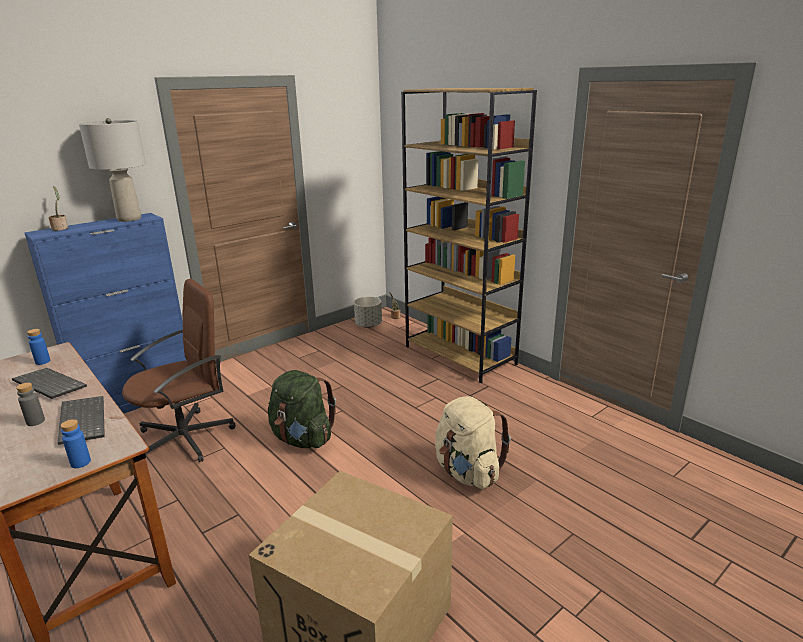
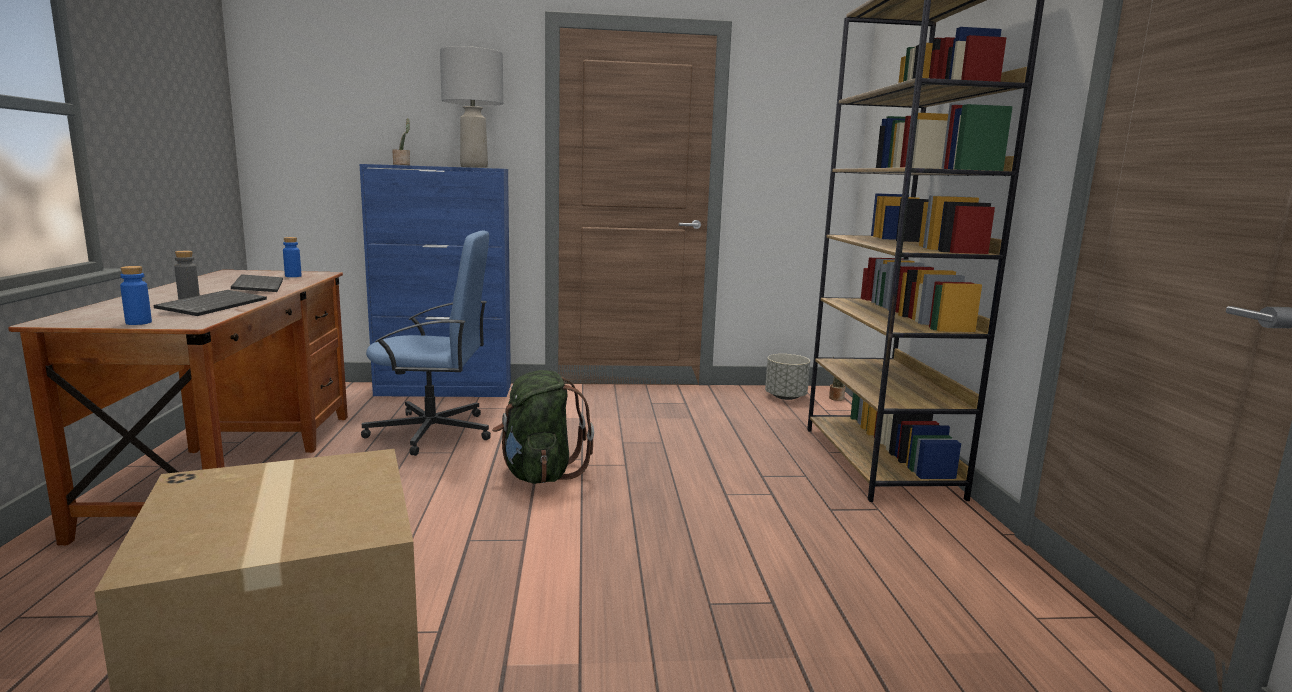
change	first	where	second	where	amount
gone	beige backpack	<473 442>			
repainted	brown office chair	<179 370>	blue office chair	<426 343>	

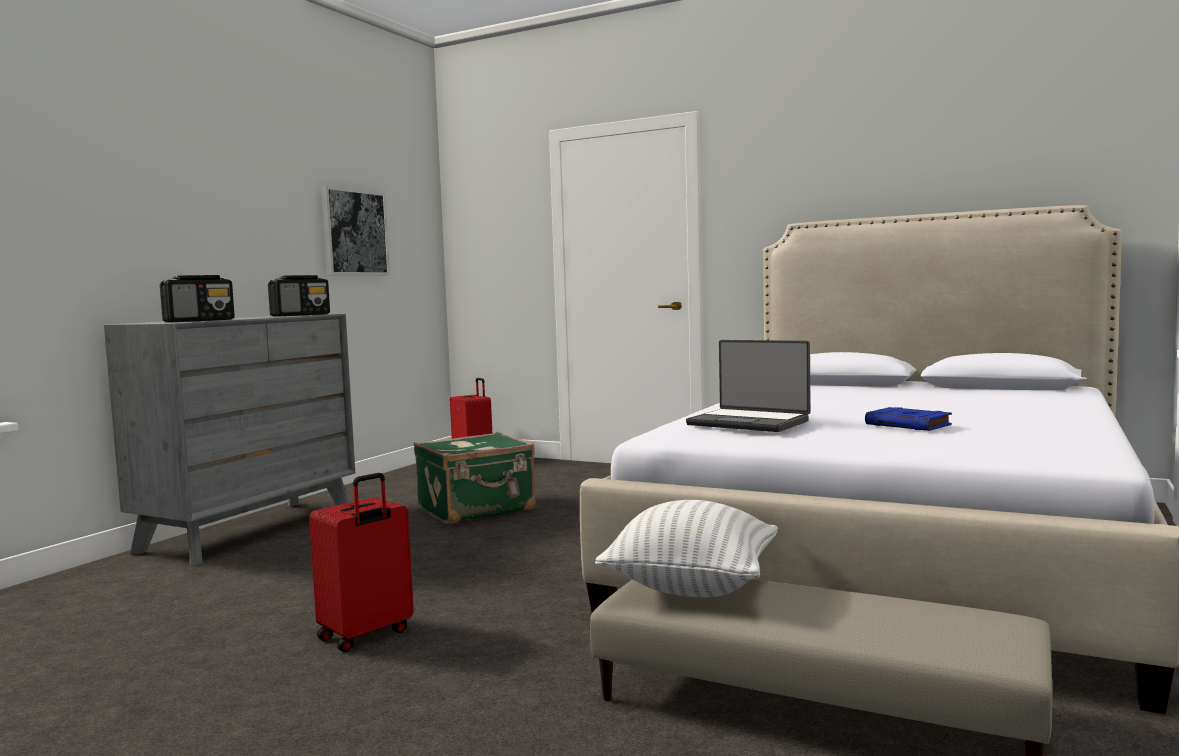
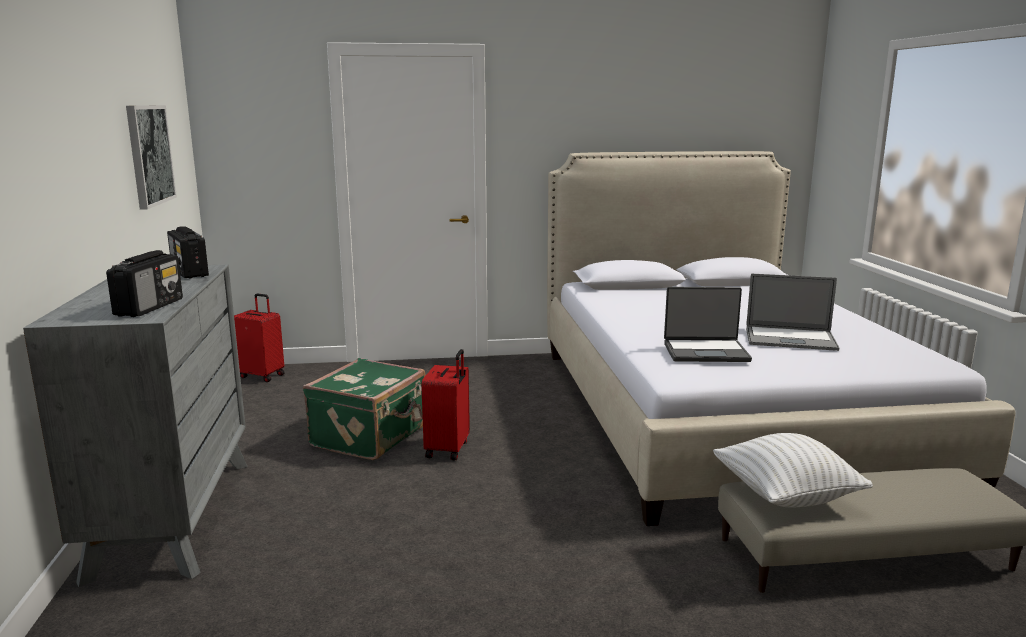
change	first	where	second	where	amount
shifted	red suitcase	<361 562>		<445 404>	
swapped	blue book	<908 419>	laptop	<792 312>	
rotated	radio	<299 295>		<188 252>	135 degrees clockwise

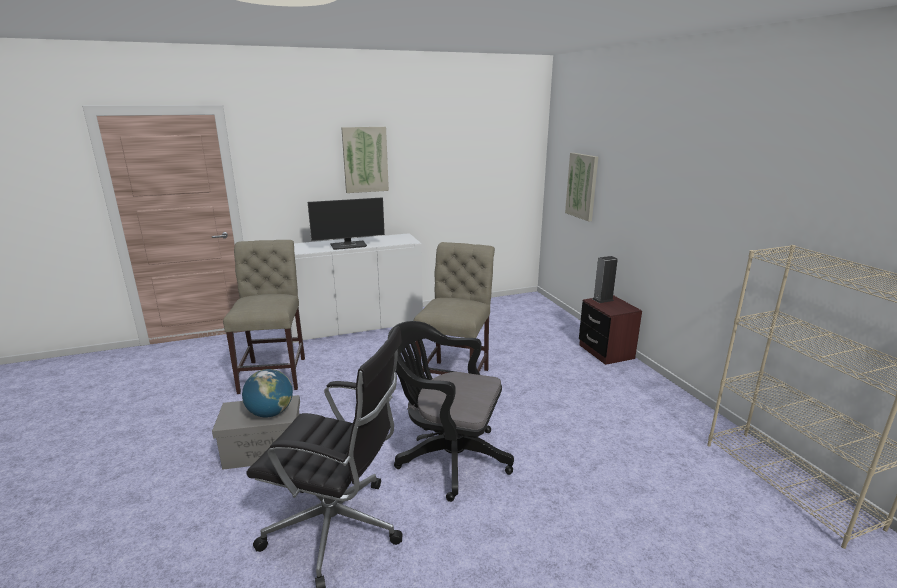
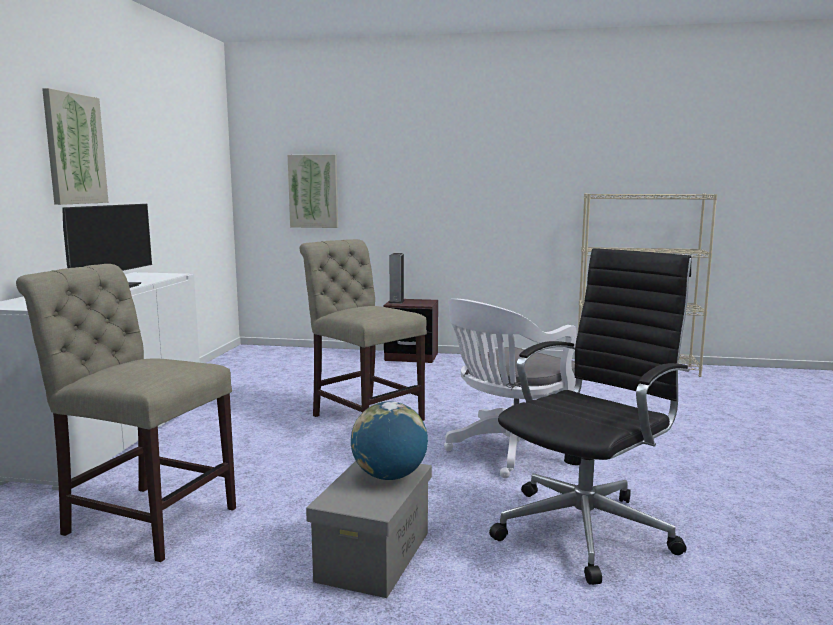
change	first	where	second	where	amount
repainted	black office chair	<451 411>	white office chair	<511 388>	

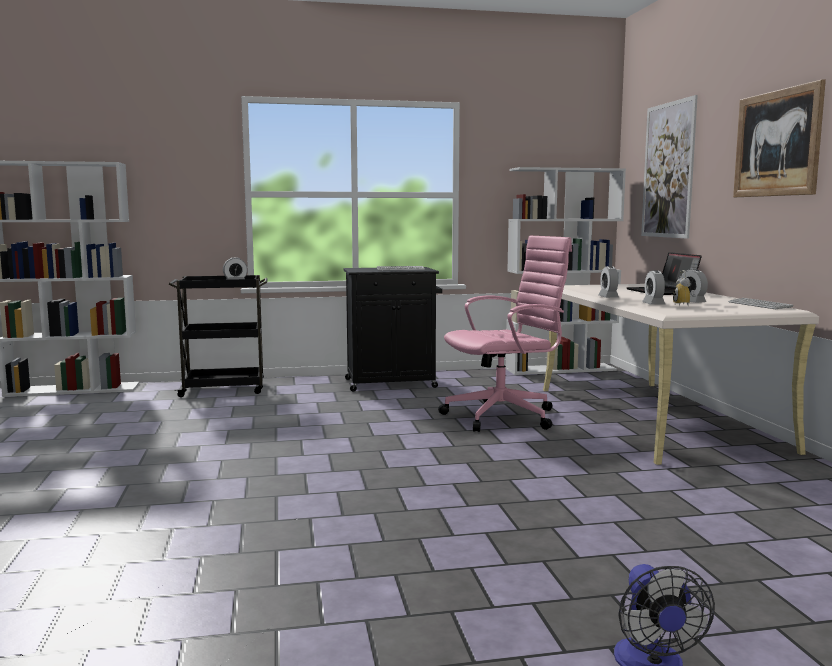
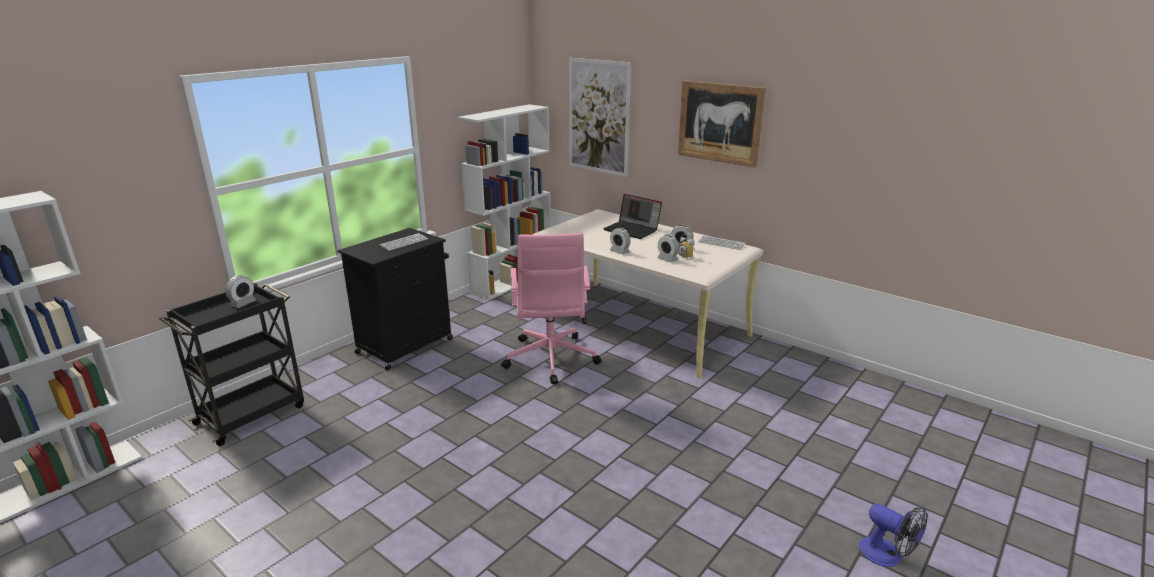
change	first	where	second	where	amount
rotated	pink office chair	<505 334>		<551 308>	150 degrees clockwise

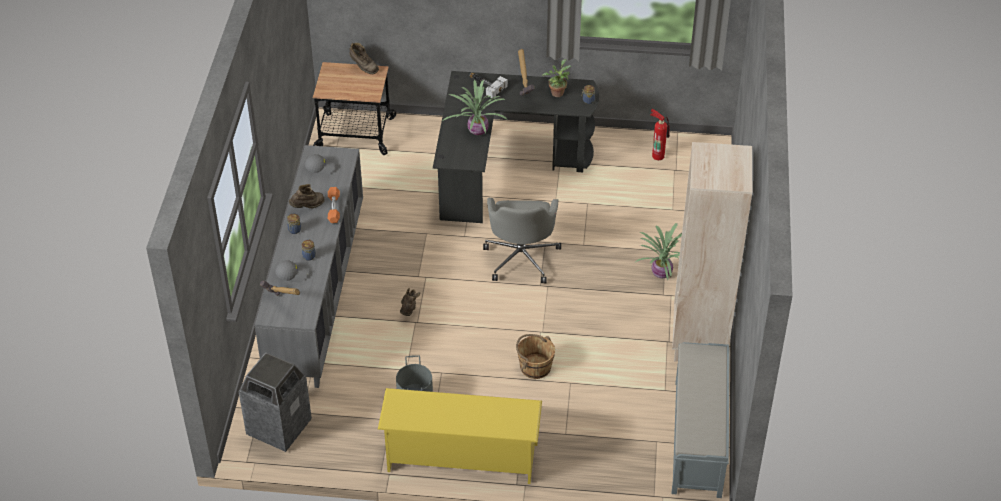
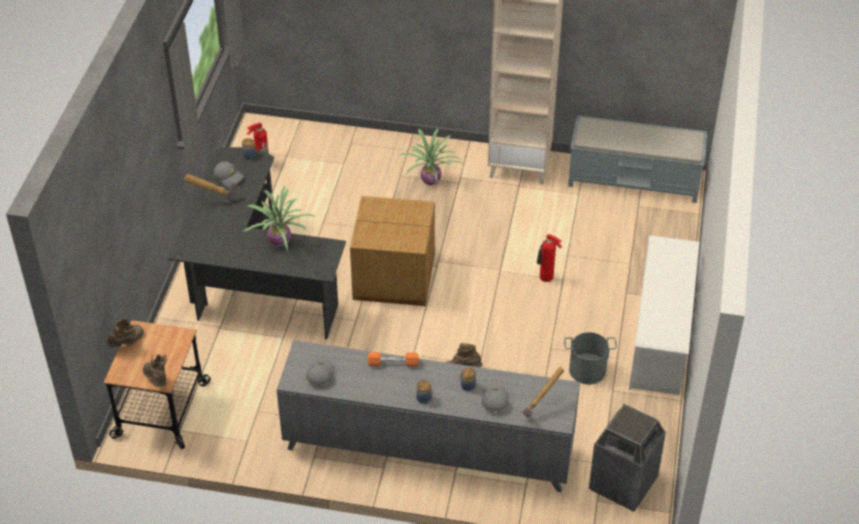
change	first	where	second	where	amount
gone	hammer	<489 85>			
shifted	brown boot	<307 196>		<155 370>	
swapped	grey office chair	<522 240>	cardboard box	<392 251>	
swapped	brown bucket	<535 356>	fire extinguisher	<549 258>	
swapped	potted plant	<556 78>	grey cap	<228 174>	
repainted	yellow shoe rack	<460 436>	white shoe rack	<664 315>	

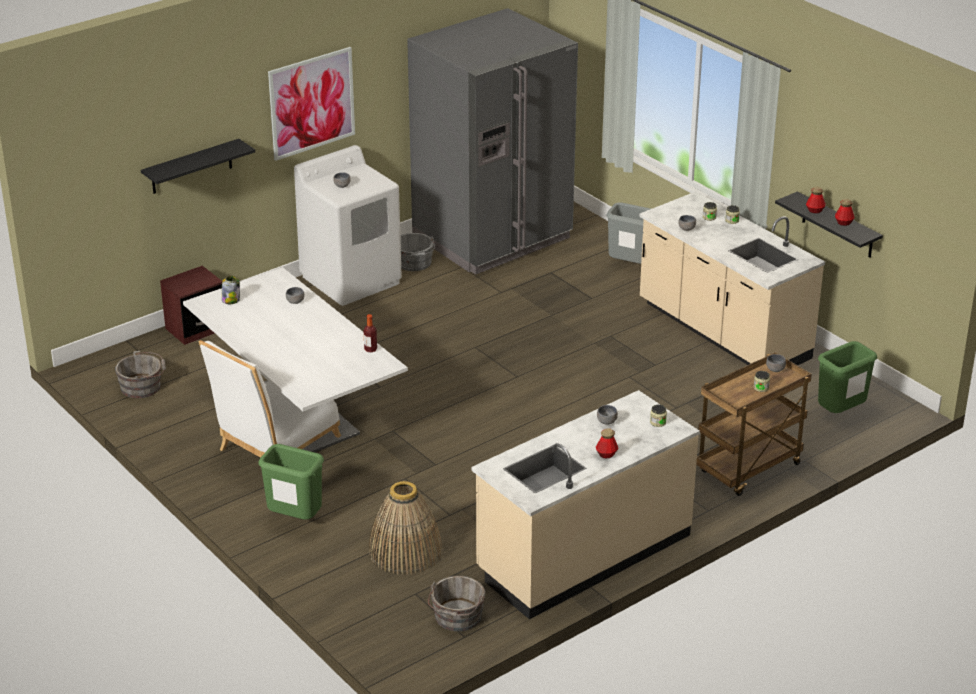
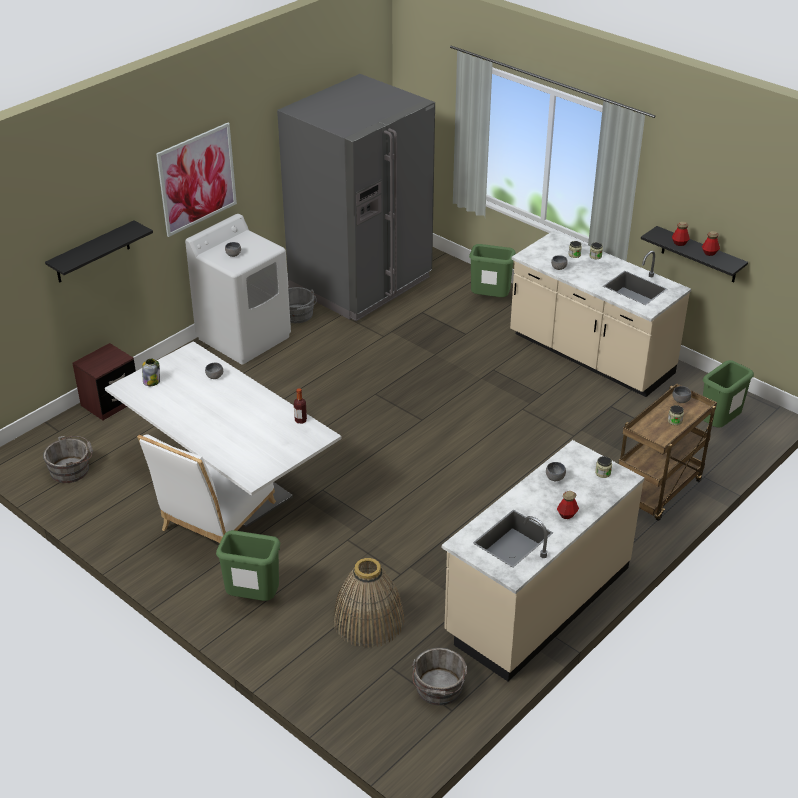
change	first	where	second	where	amount
repainted	grey trash can	<628 233>	green trash can	<492 270>	

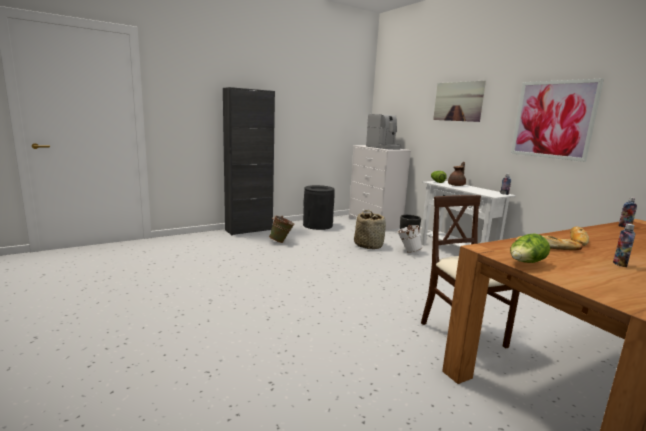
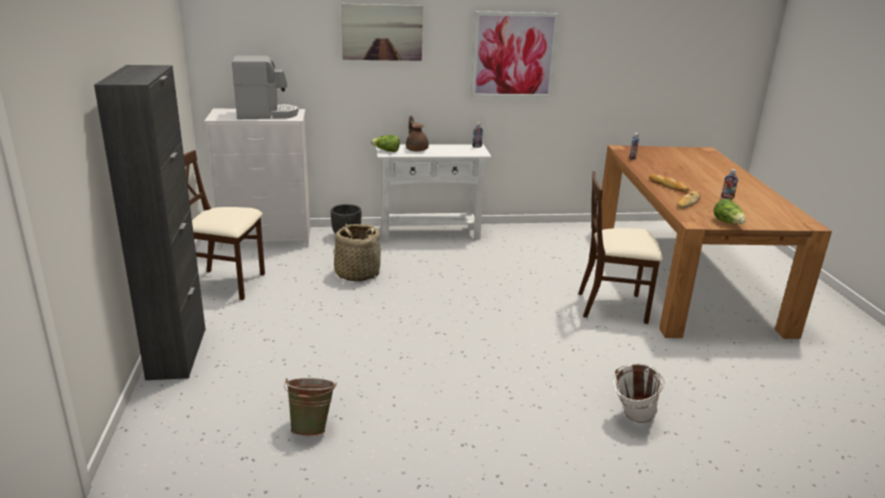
change	first	where	second	where	amount
shifted	green bucket	<282 229>		<310 407>	
shifted	white bucket	<409 239>		<639 393>	
swapped	black trash can	<319 207>	beige chair	<224 225>	

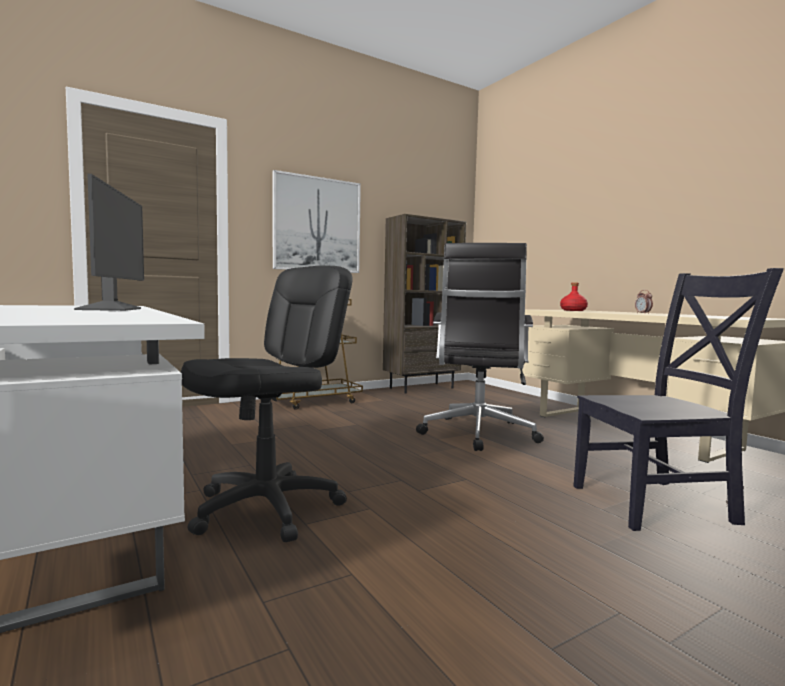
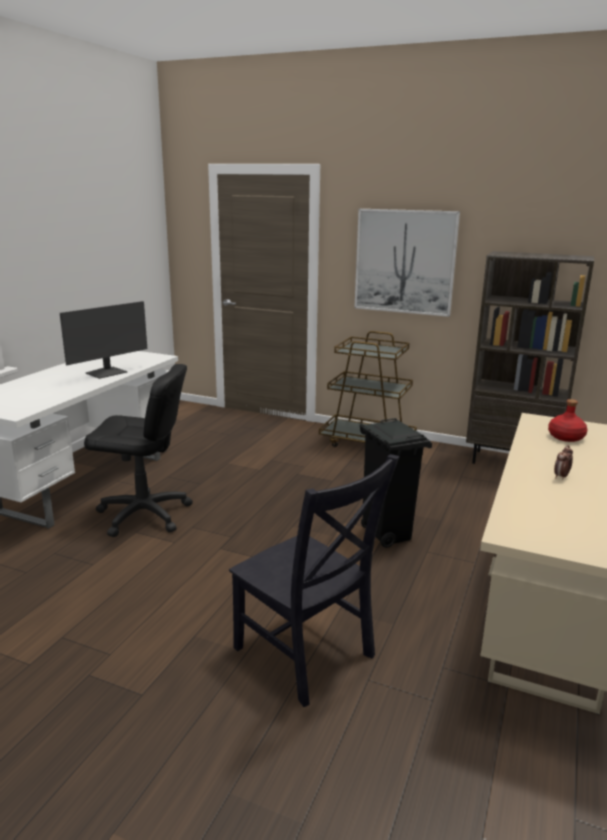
change	first	where	second	where	amount
swapped	black office chair	<480 347>	black trash can	<395 483>	

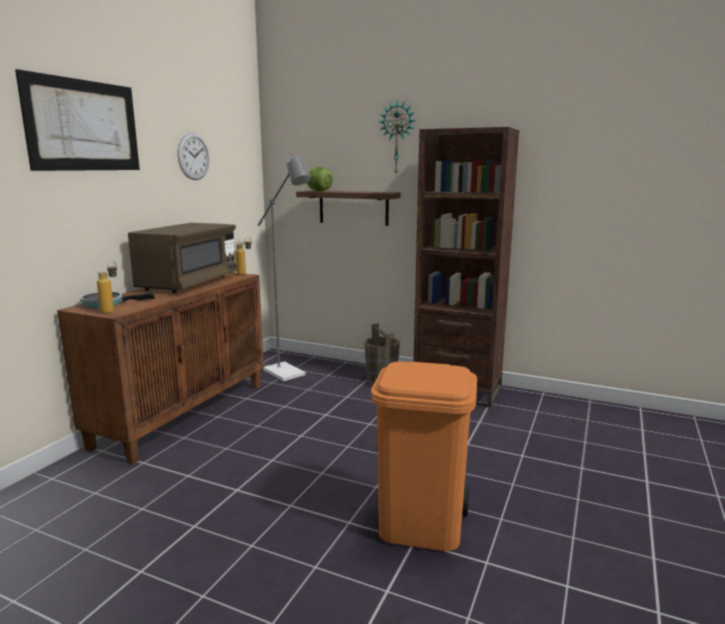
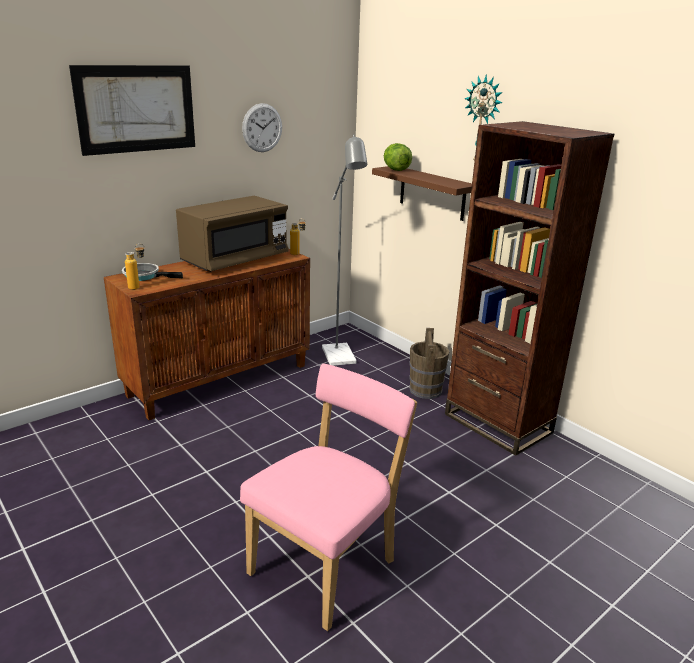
change	first	where	second	where	amount
swapped	orange trash can	<424 456>	pink chair	<328 497>	

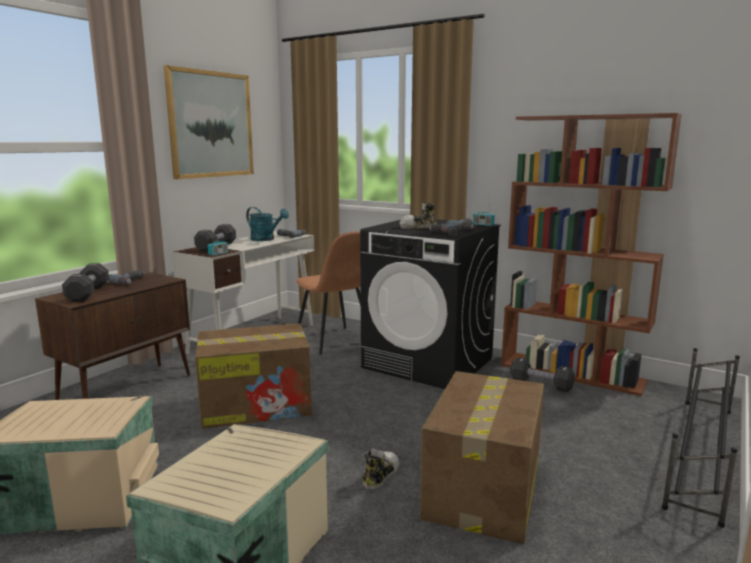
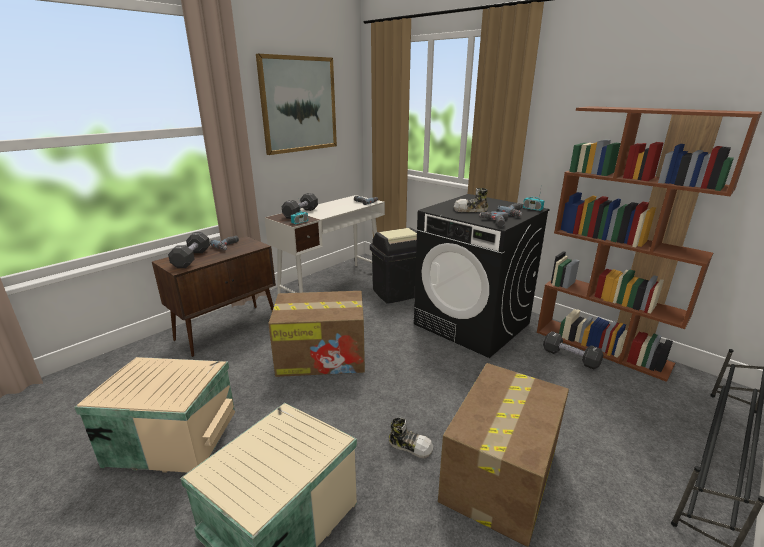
change	first	where	second	where	amount
gone	turquoise watering can	<267 224>			
swapped	brown chair	<328 293>	black trash can	<393 266>	
rotated	shoe	<380 469>		<411 438>	75 degrees clockwise

